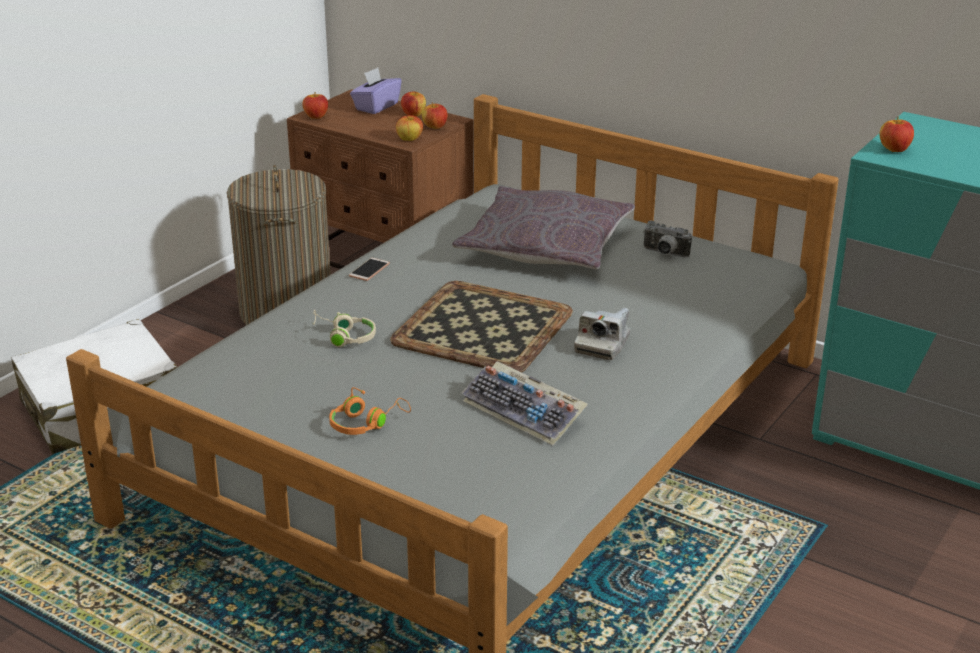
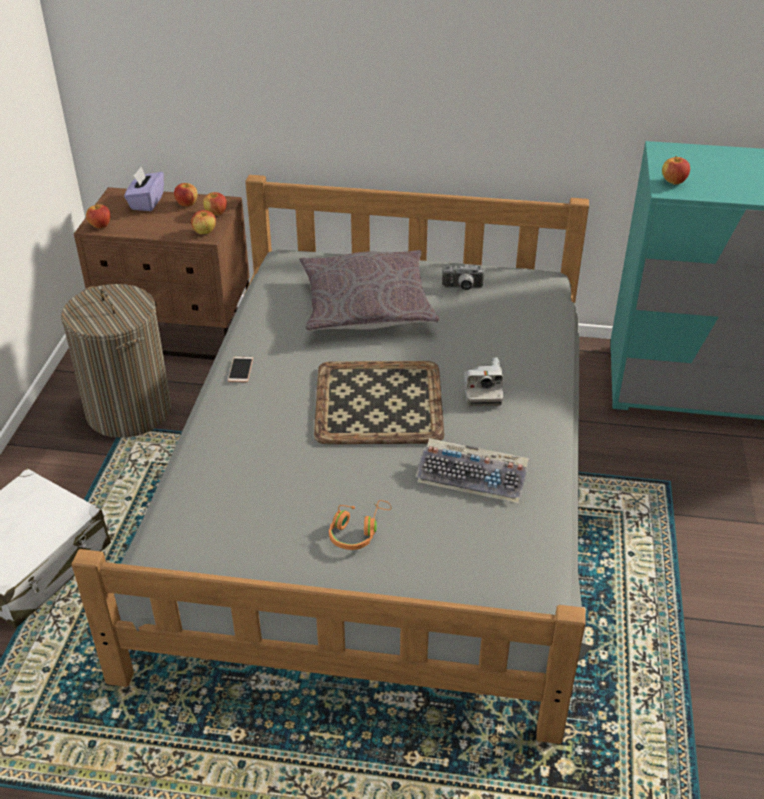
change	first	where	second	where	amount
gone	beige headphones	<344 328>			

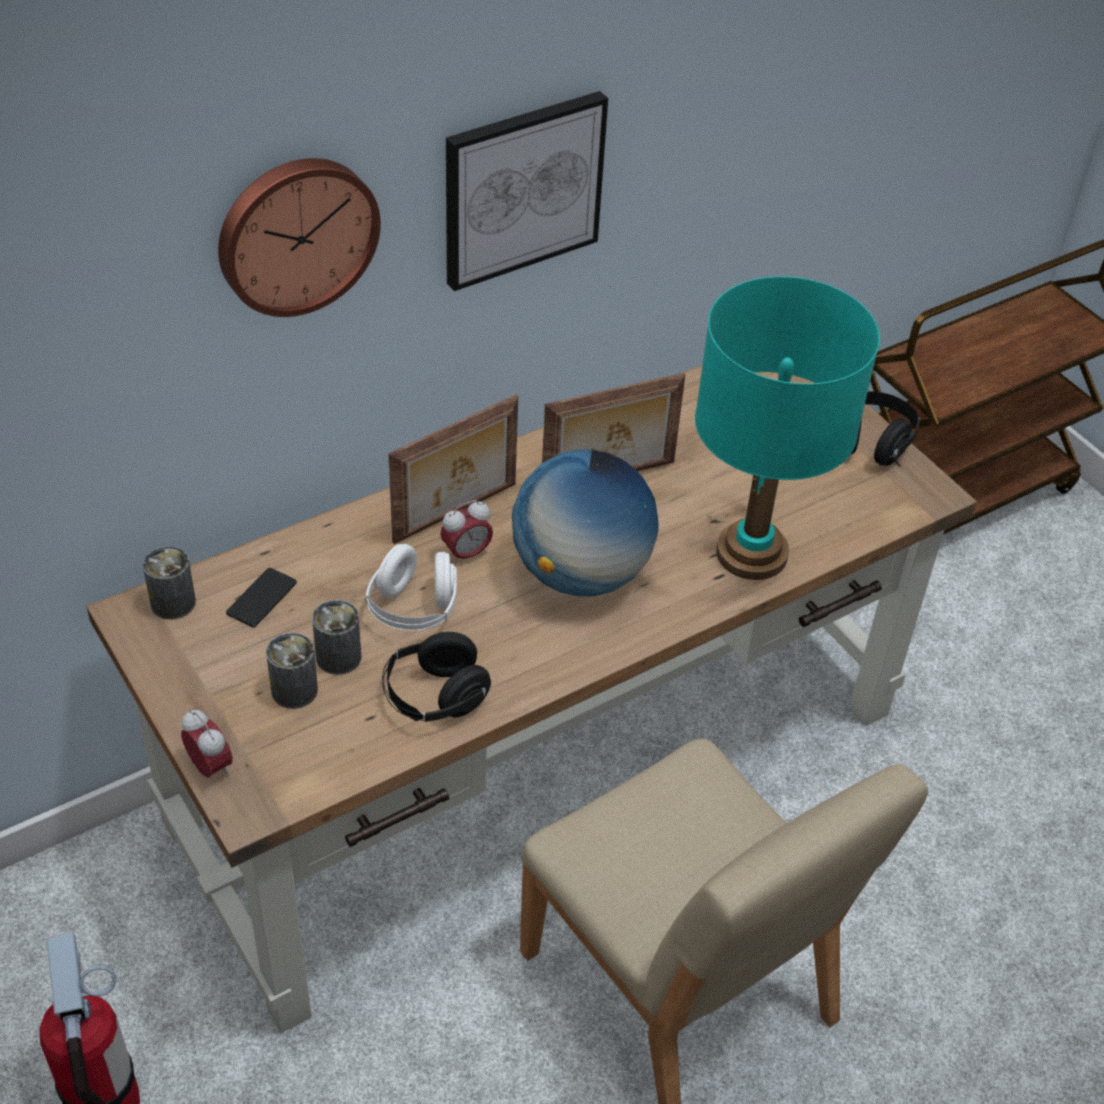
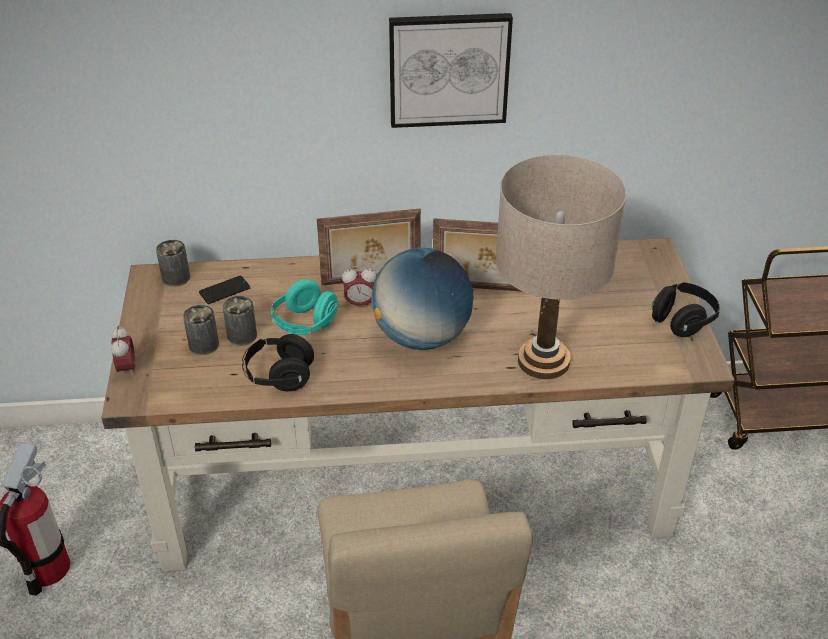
change	first	where	second	where	amount
gone	wall clock	<299 237>			
repainted	white headphones	<411 587>	turquoise headphones	<304 307>	
repainted	turquoise table lamp	<787 428>	beige table lamp	<561 266>	

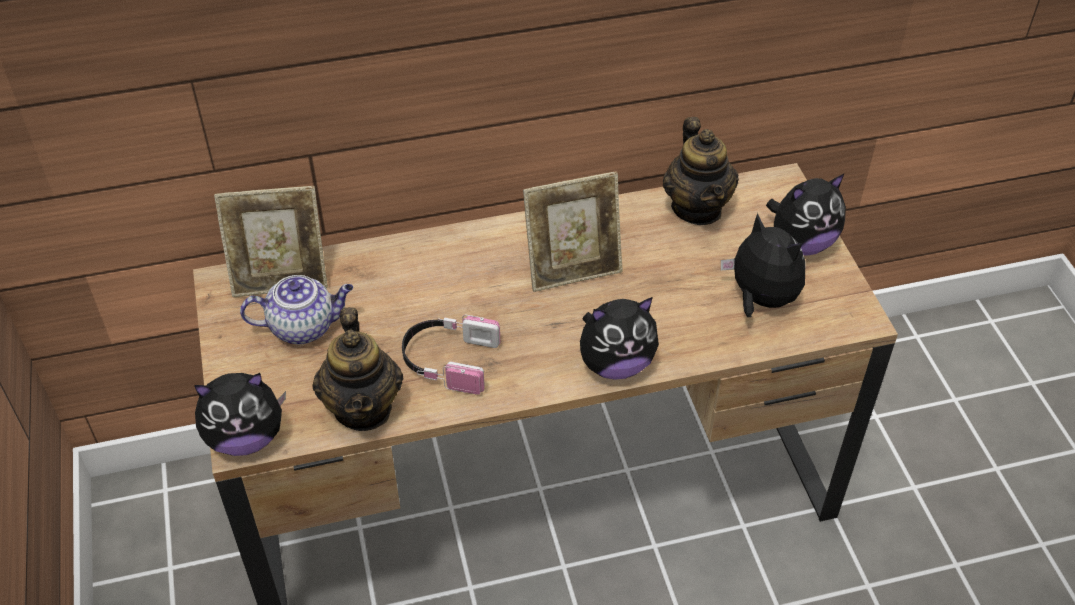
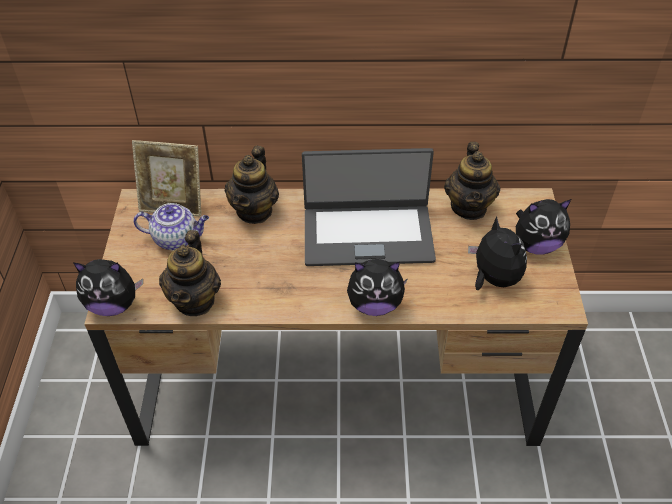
change	first	where	second	where	amount
gone	headphones	<451 355>			
new			teapot	<252 185>	
swapped	picture frame	<573 231>	laptop	<369 207>	

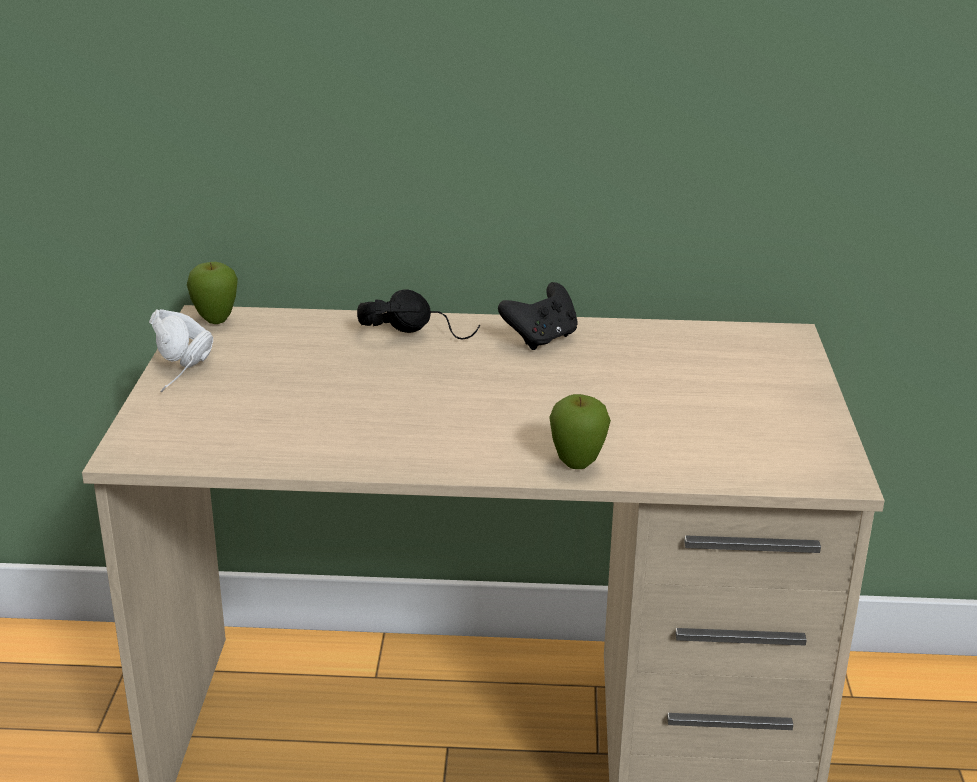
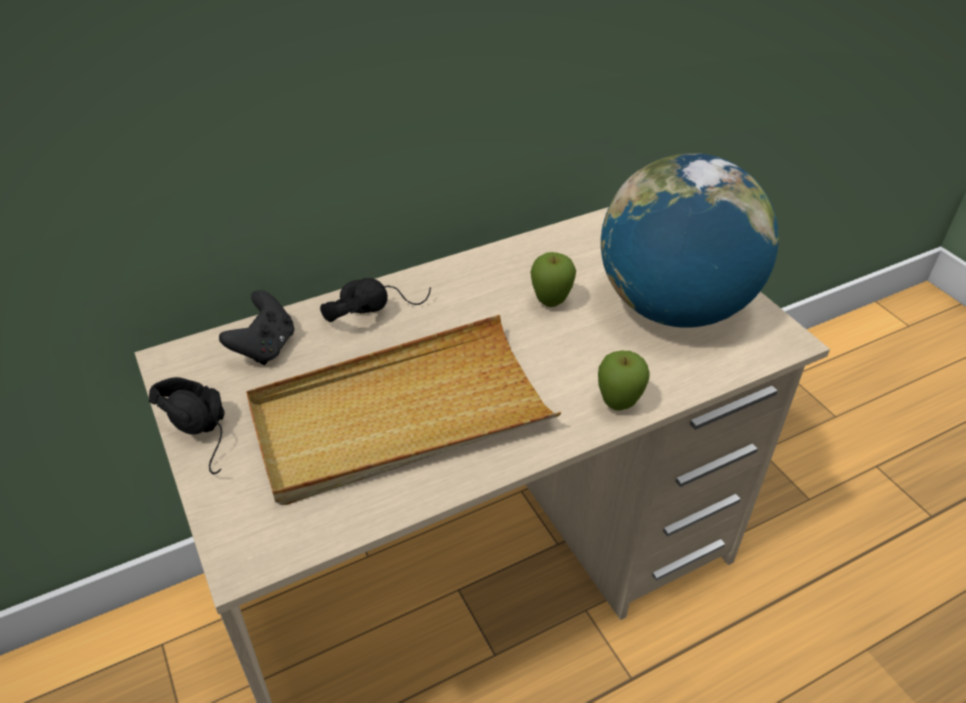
change	first	where	second	where	amount
new			beige tray	<403 410>	
new			globe	<690 240>	
shifted	apple	<212 293>		<553 279>	
shifted	black game controller	<538 316>		<256 327>	
repainted	white headphones	<181 350>	black headphones	<187 425>	

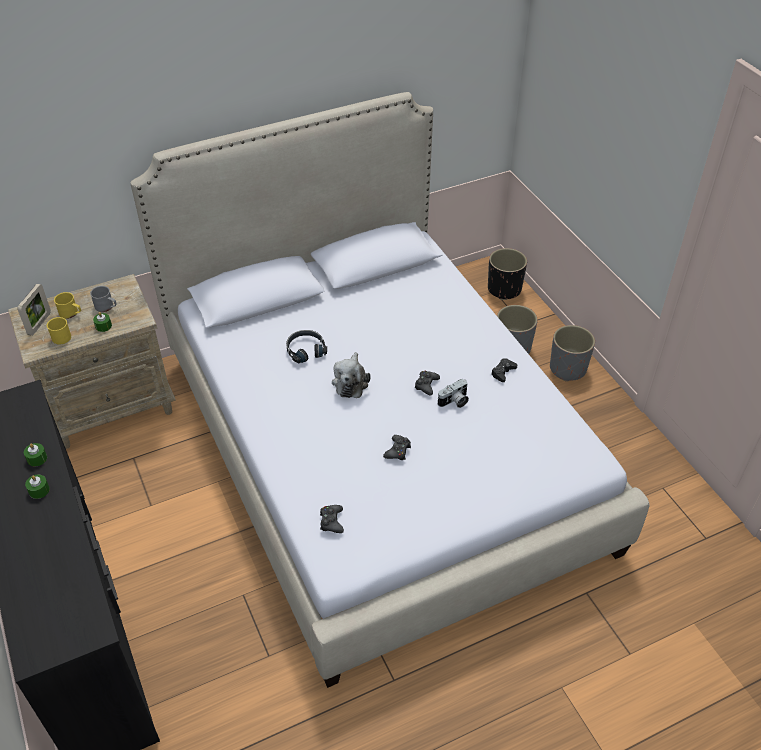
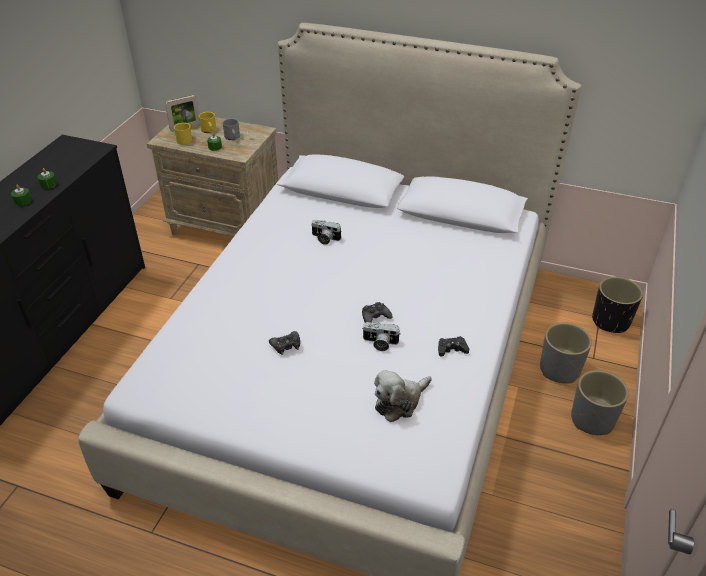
change	first	where	second	where	amount
gone	black game controller	<332 519>			
shifted	plush toy	<351 375>		<403 396>	
swapped	black headphones	<306 346>	photo camera	<326 232>	

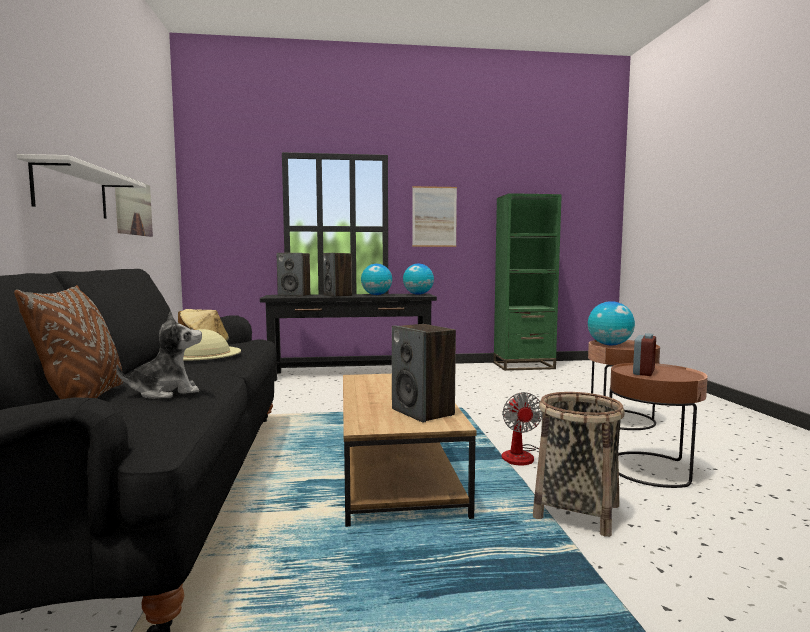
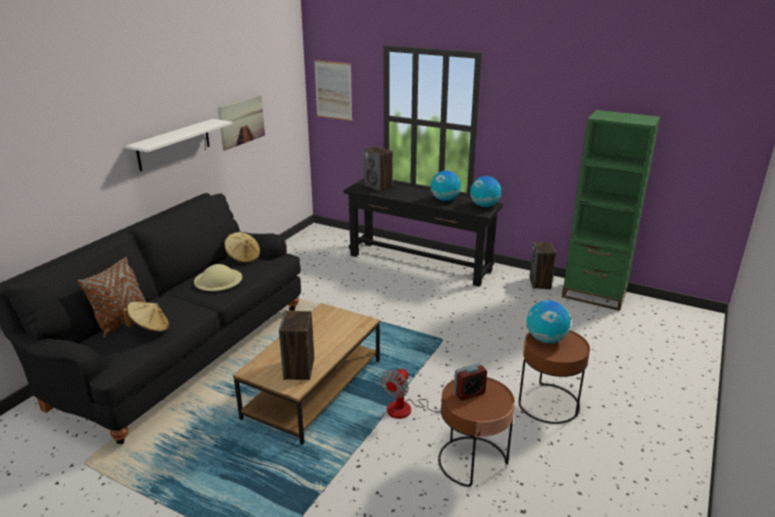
change	first	where	second	where	amount
gone	basket	<579 464>			
shifted	speaker	<337 275>		<542 265>	
shifted	picture	<434 216>		<333 90>	
swapped	plush toy	<159 355>	beige hat	<146 316>	

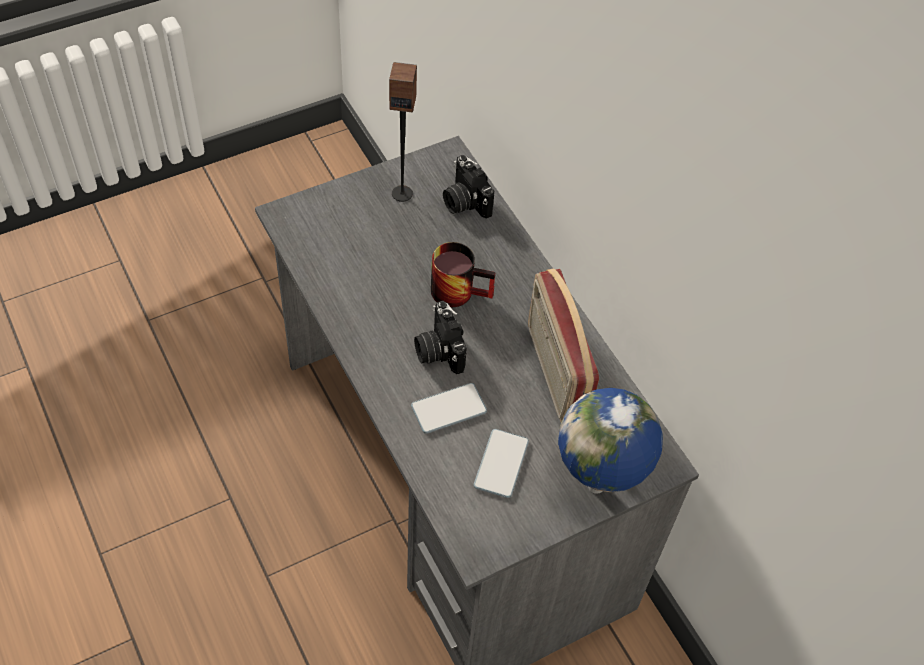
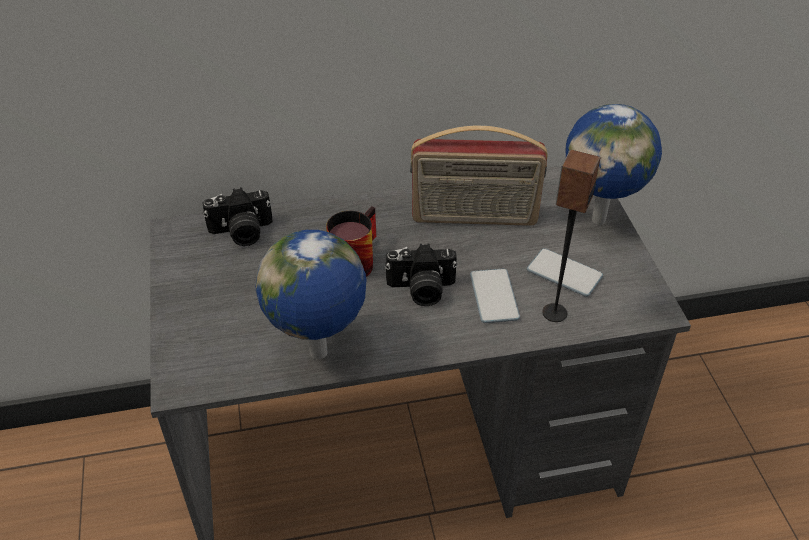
change	first	where	second	where	amount
new			globe	<311 294>	
shifted	speaker	<403 132>		<571 236>	

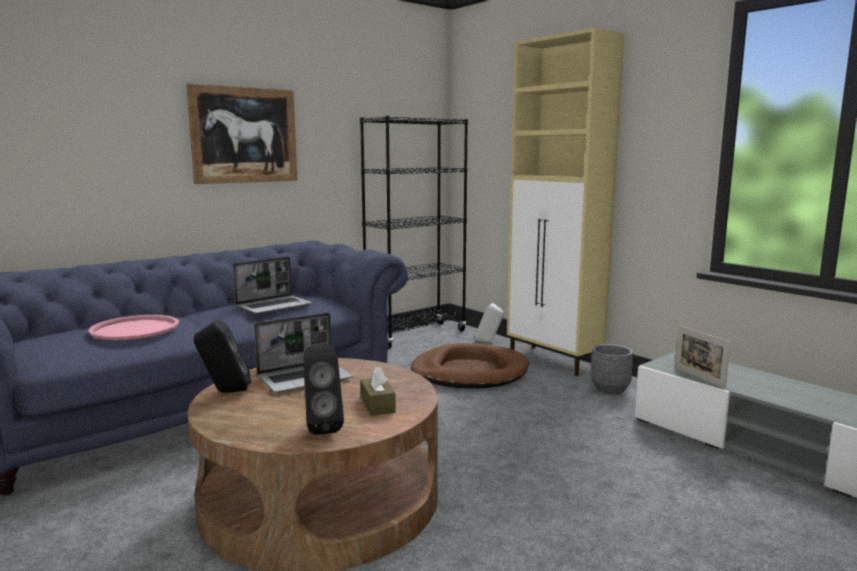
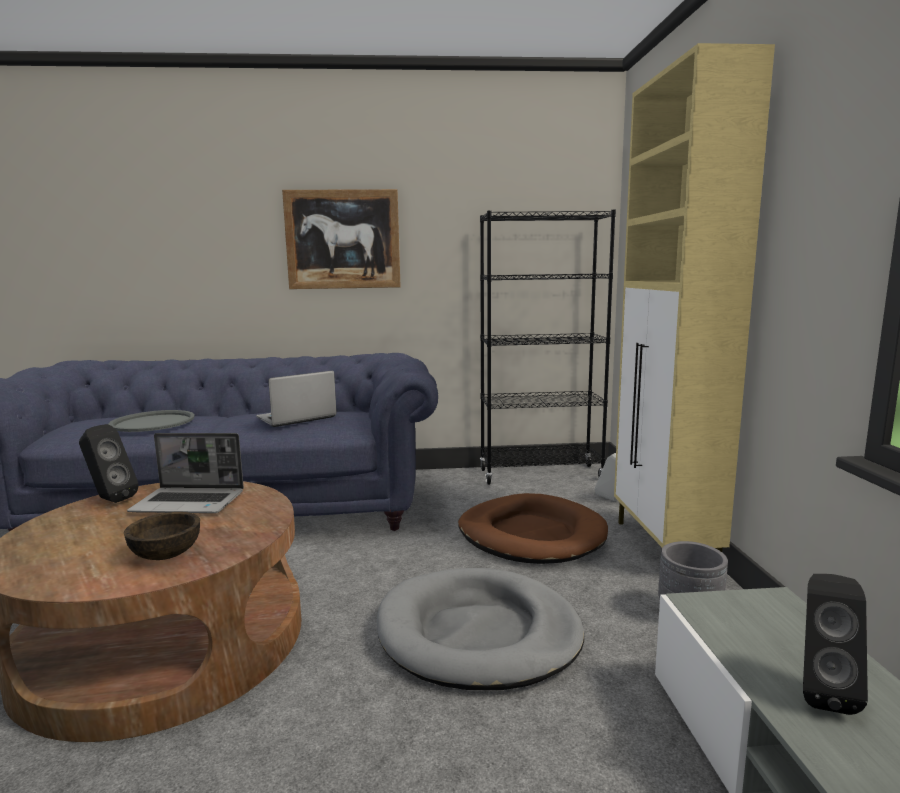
change	first	where	second	where	amount
gone	picture frame	<703 356>			
new			grey dog bed	<480 629>	
shifted	black speaker	<324 390>		<835 644>	
swapped	brown tissue box	<378 391>	brown bowl	<162 536>	
repainted	pink tray	<134 327>	grey tray	<151 421>	
rotated	laptop	<273 286>		<296 399>	150 degrees clockwise

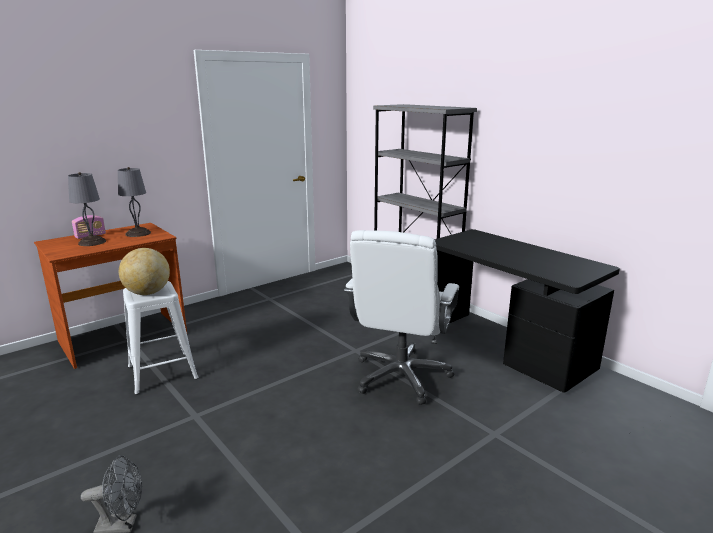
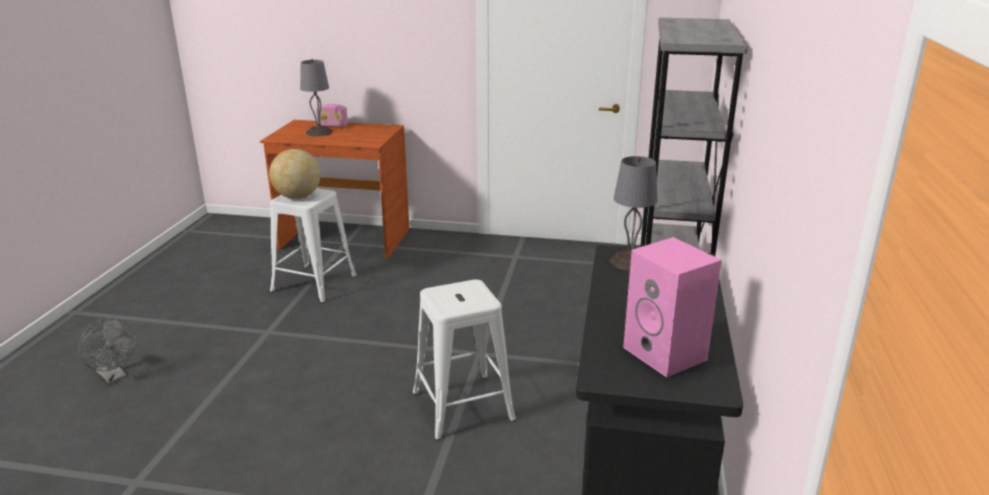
change	first	where	second	where	amount
new			pink speaker	<672 307>	
shifted	grey table lamp	<134 202>		<633 213>	
swapped	white office chair	<401 317>	white stool	<464 360>	

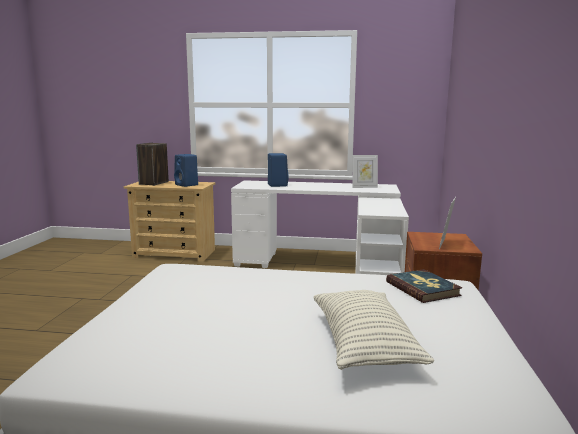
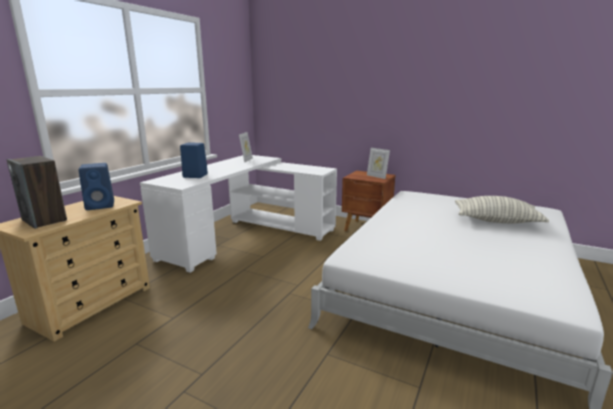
change	first	where	second	where	amount
gone	book	<424 286>			

